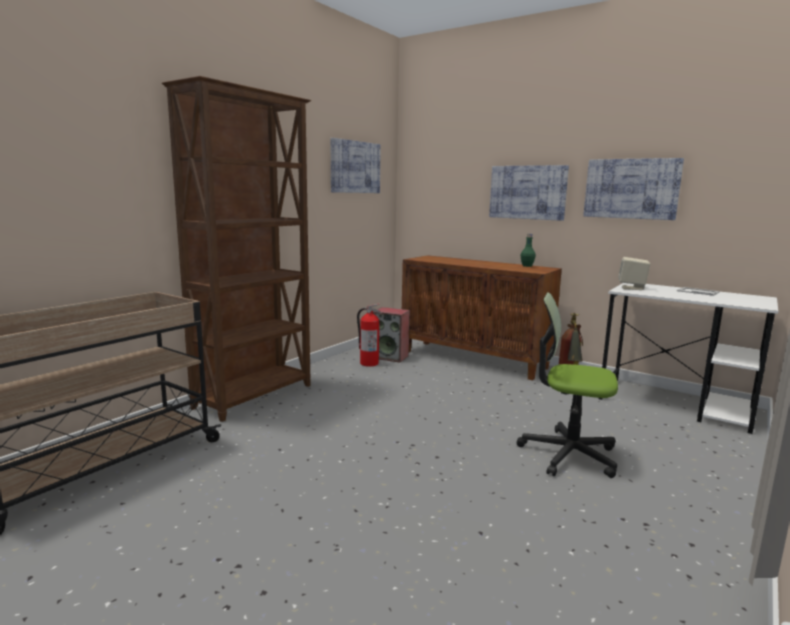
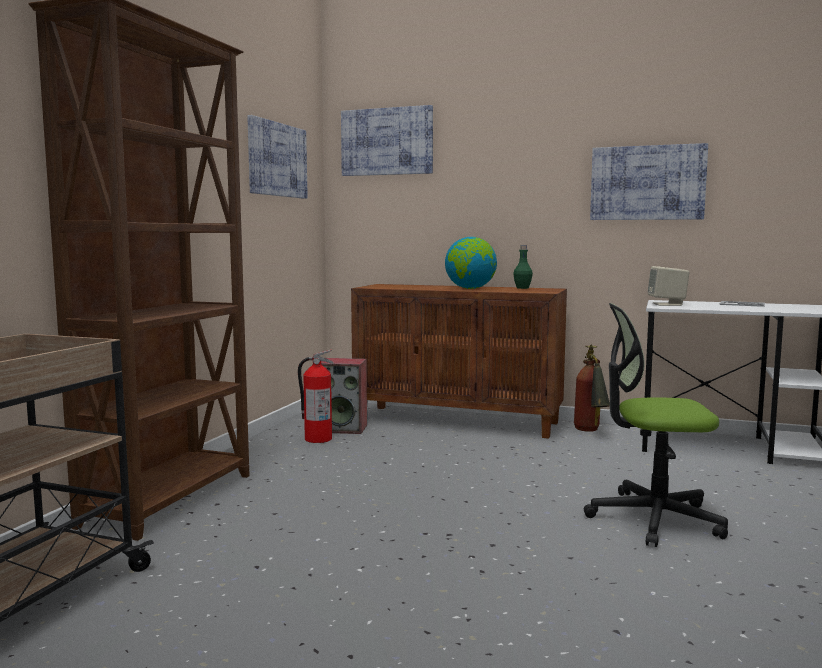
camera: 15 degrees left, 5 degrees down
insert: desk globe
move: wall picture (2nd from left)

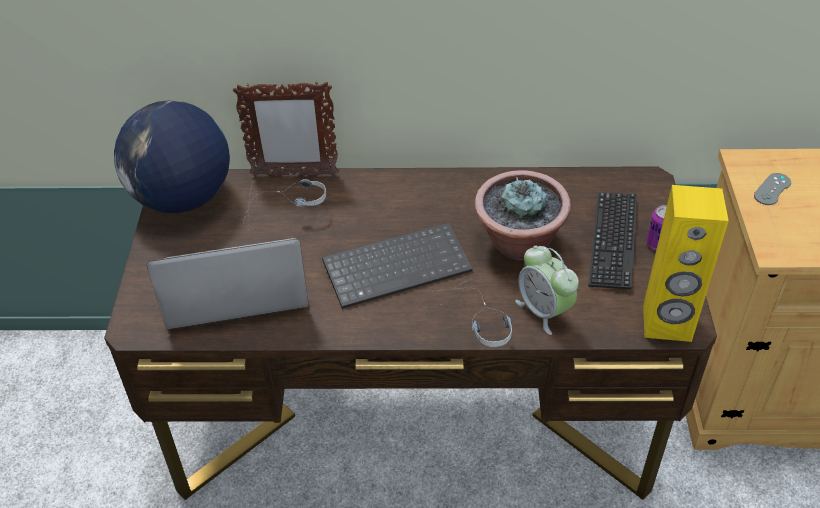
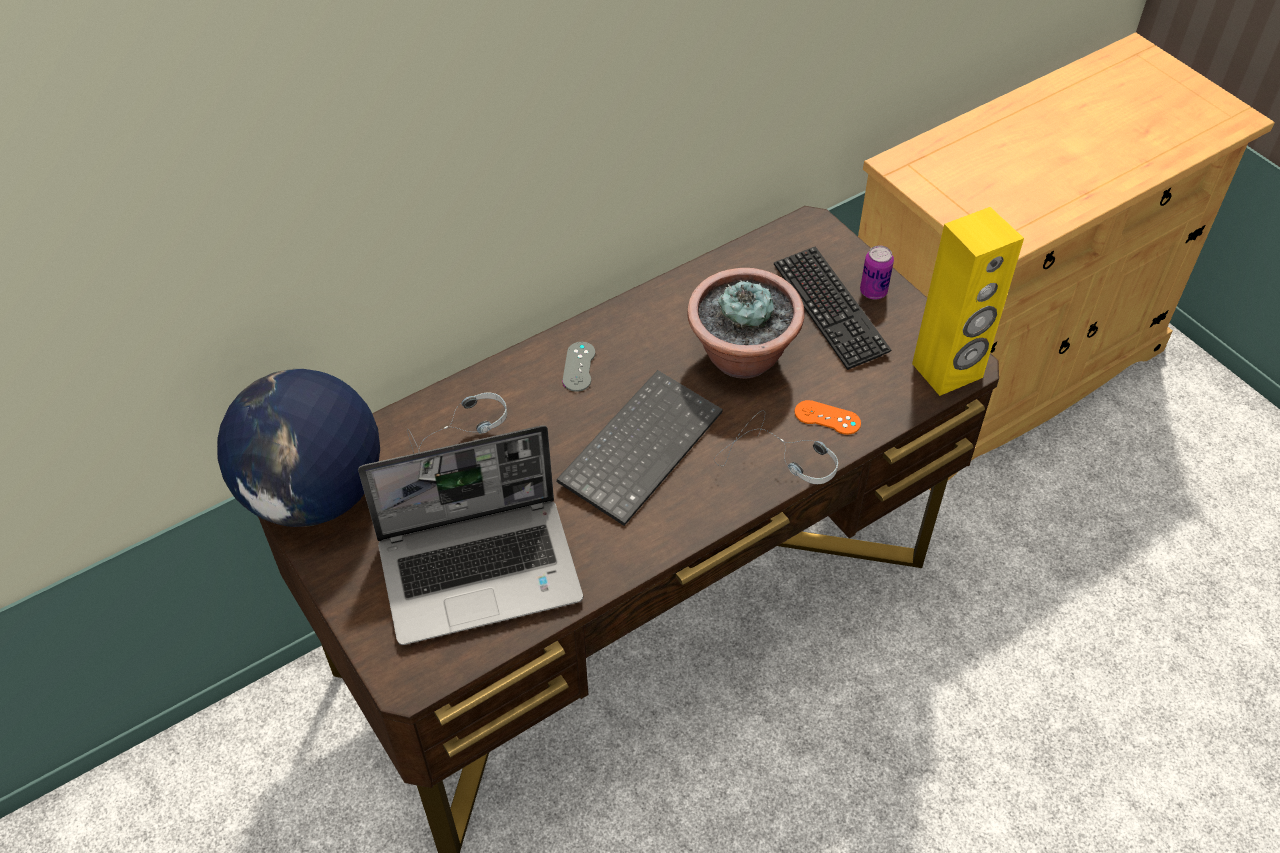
camera: 35 degrees left, 5 degrees up
delete: picture frame
move: grey gamepad
replace: alarm clock to orange-coloured gamepad
rotate: portable computer 150 degrees counterclockwise

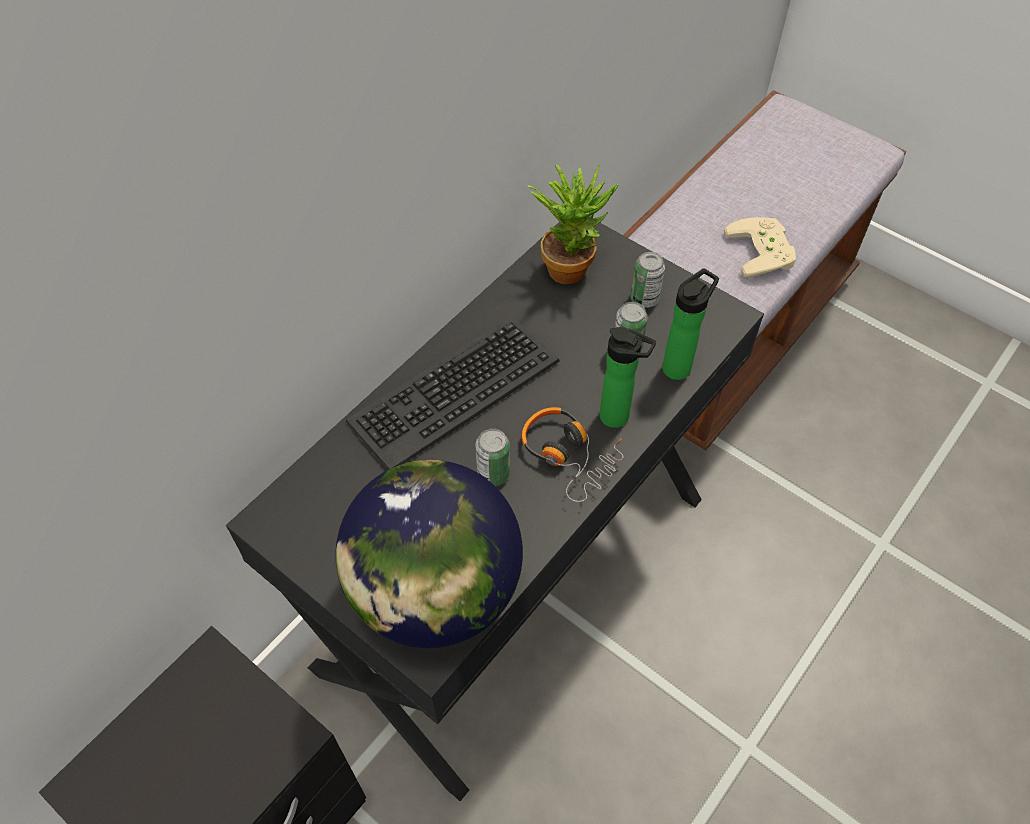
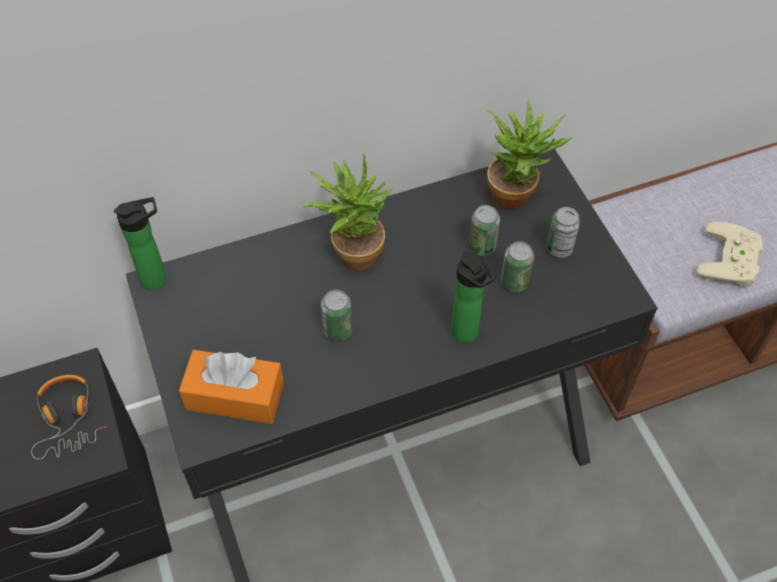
camera: 30 degrees right, 0 degrees up
insert: metal can (2nd from left)
move: headset; drink bottle (2nd from left in the first image) to drink bottle (1st from left)
replace: desk globe to orange-coloured box of tissues; computer keyboard to plant in a pot (1st from left)

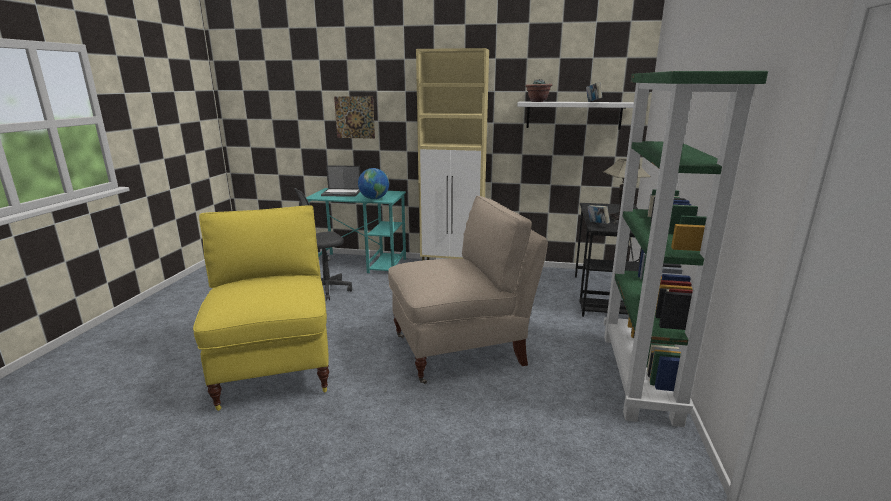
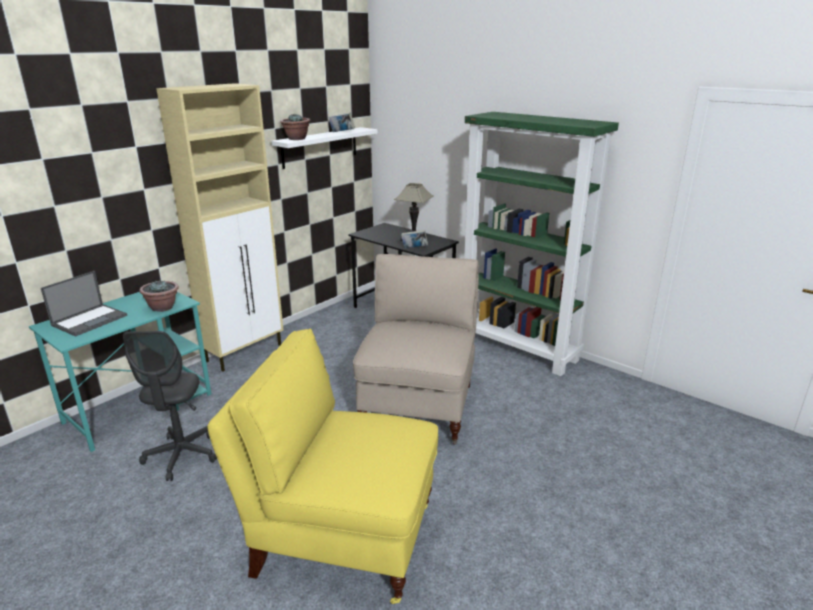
camera: 60 degrees left, 5 degrees up
delete: wall picture
replace: desk globe to plant in a pot (1st from left)

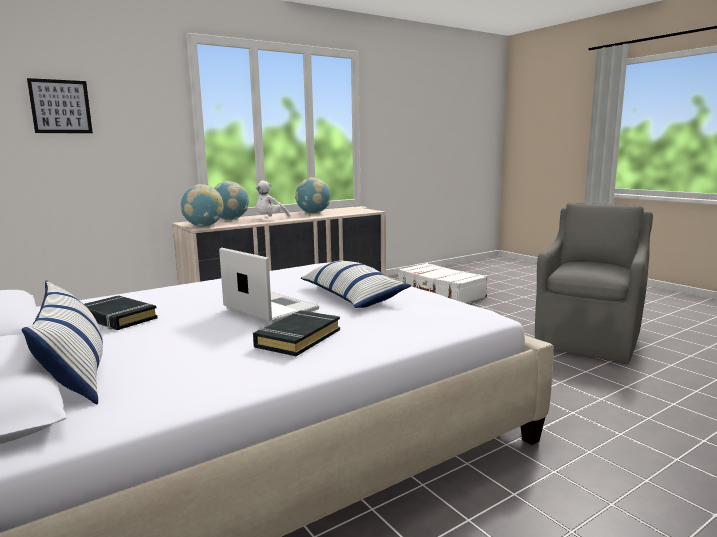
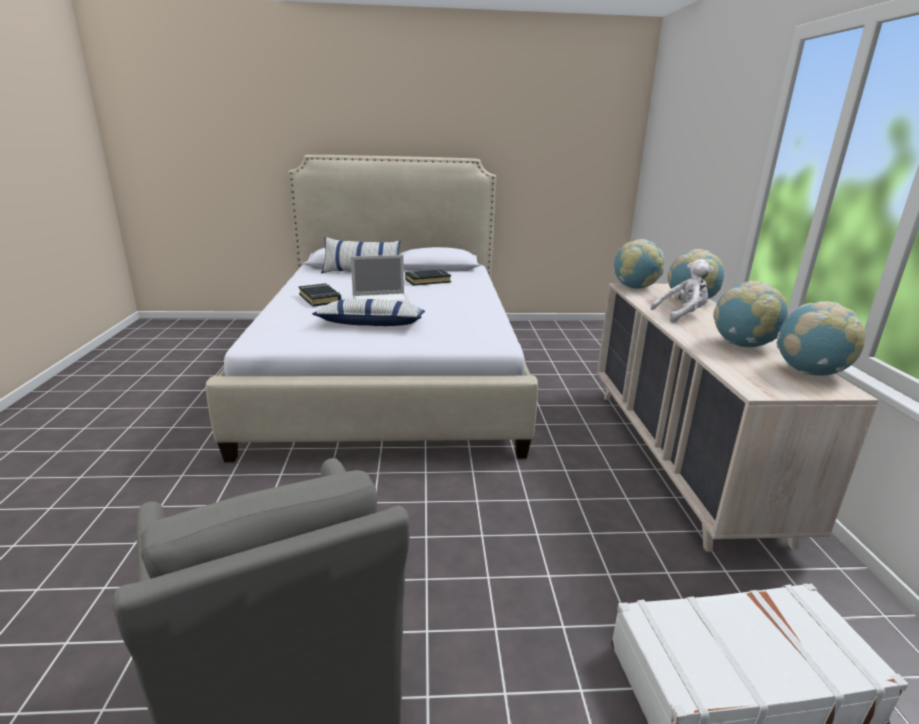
camera: 120 degrees right, 10 degrees up
delete: wall picture
insert: desk globe (4th from left)
rotate: whitish soft toy 105 degrees clockwise

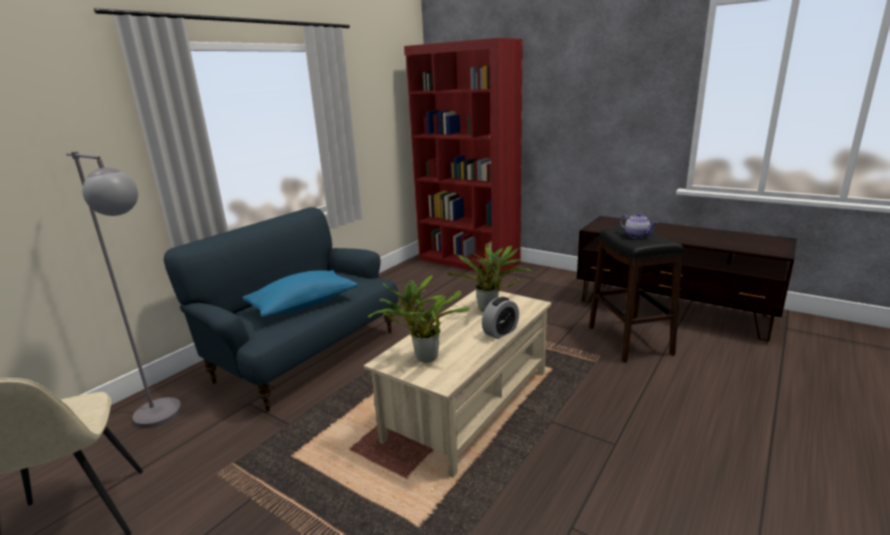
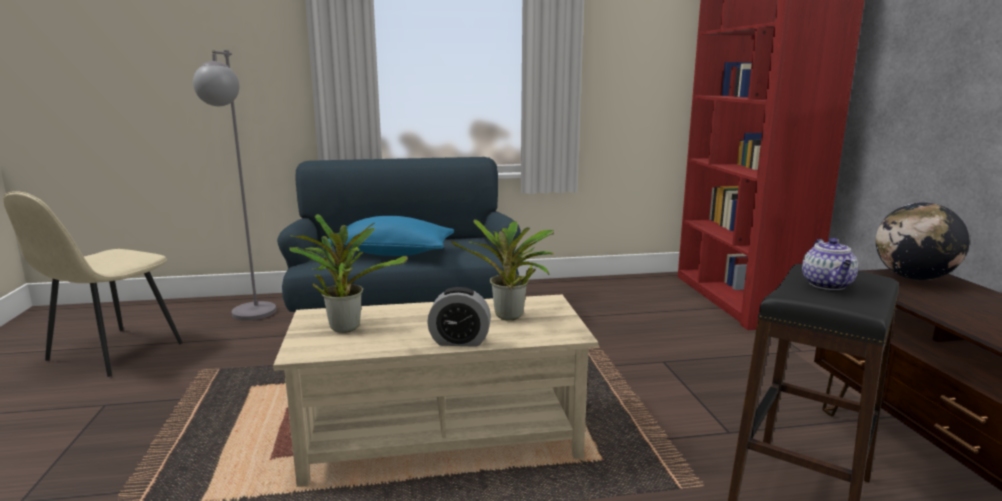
camera: 45 degrees right, 5 degrees down
insert: desk globe

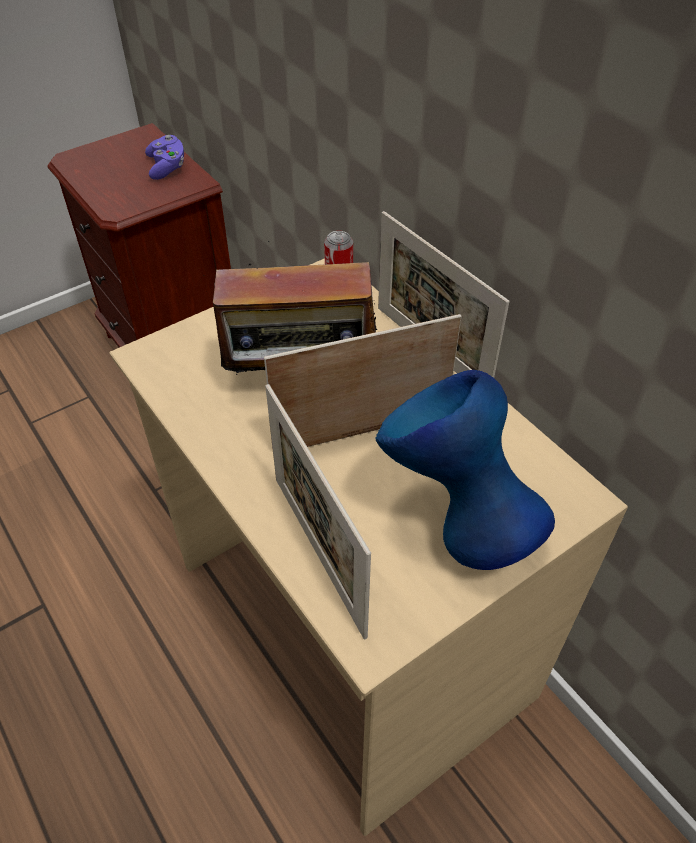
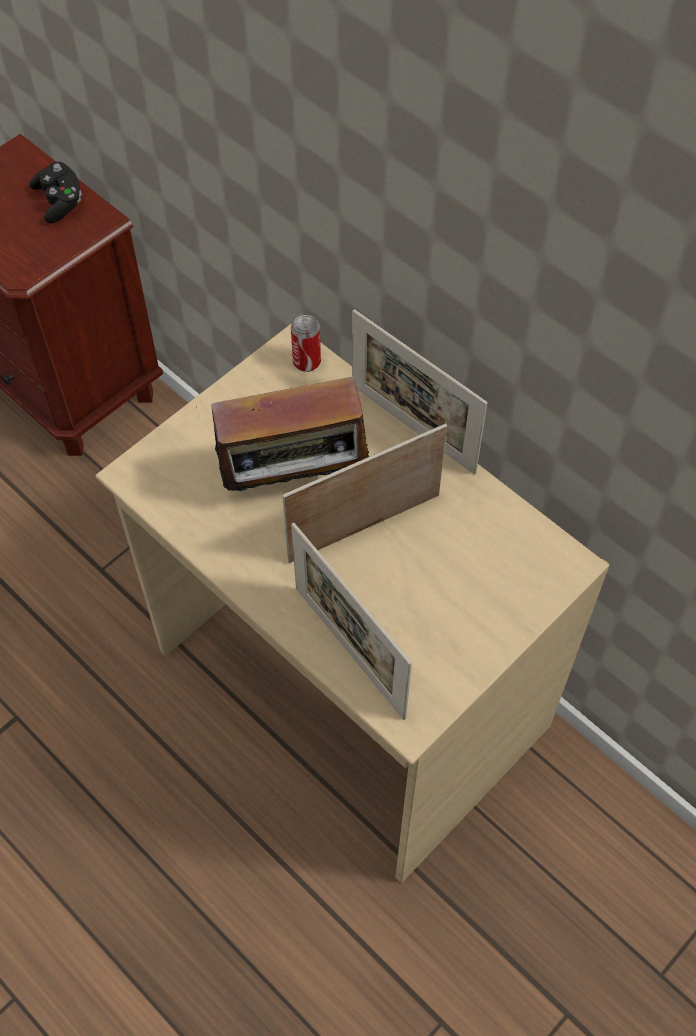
camera: 10 degrees left, 10 degrees up
delete: bluish flower vase
recolor: purplish gamepad to black gamepad

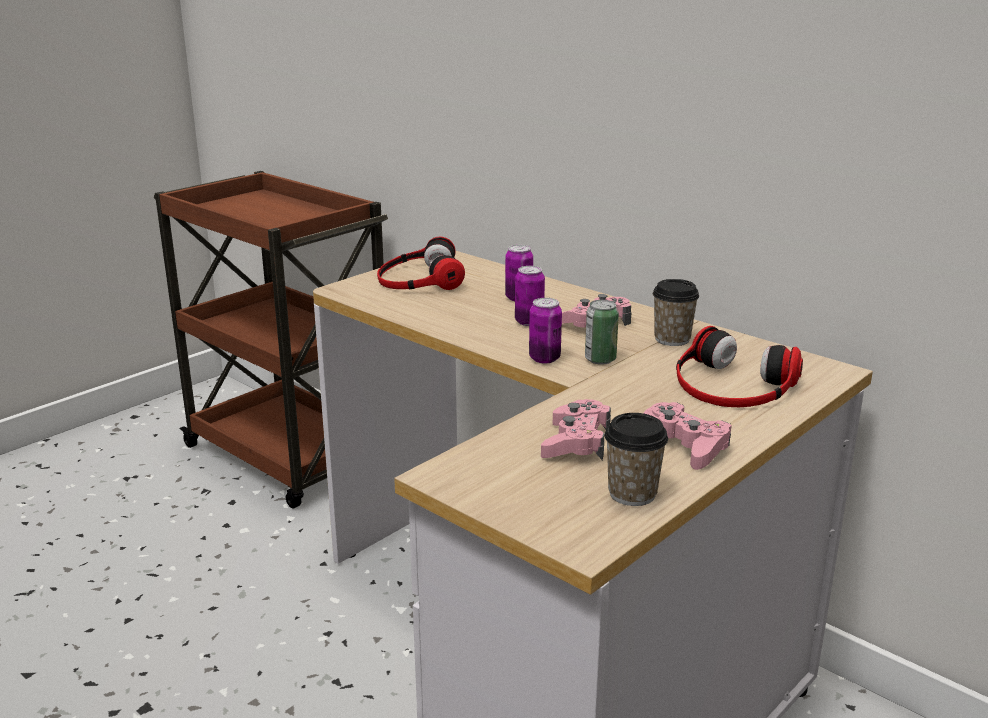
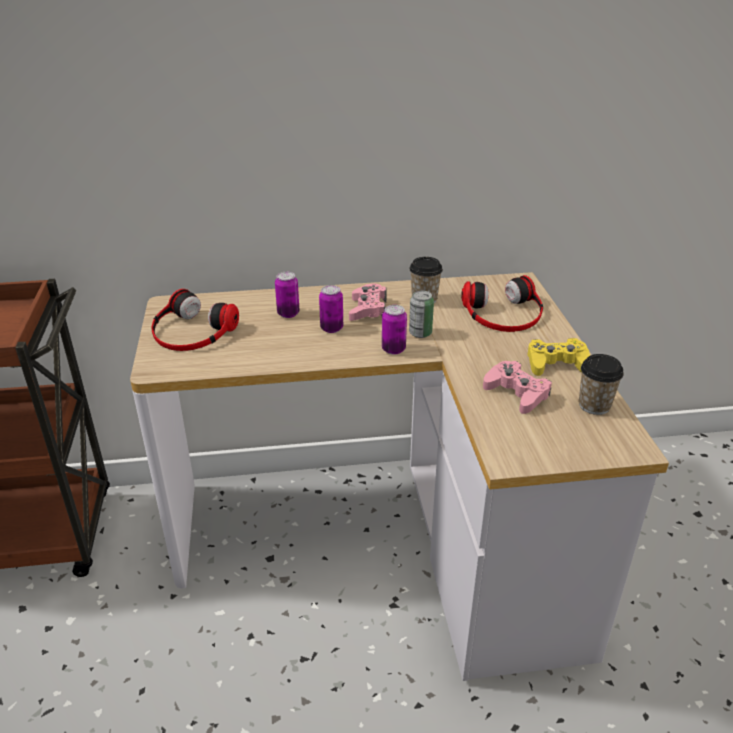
camera: 50 degrees left, 10 degrees up
recolor: pink gamepad (3rd from left) to yellow-coloured gamepad

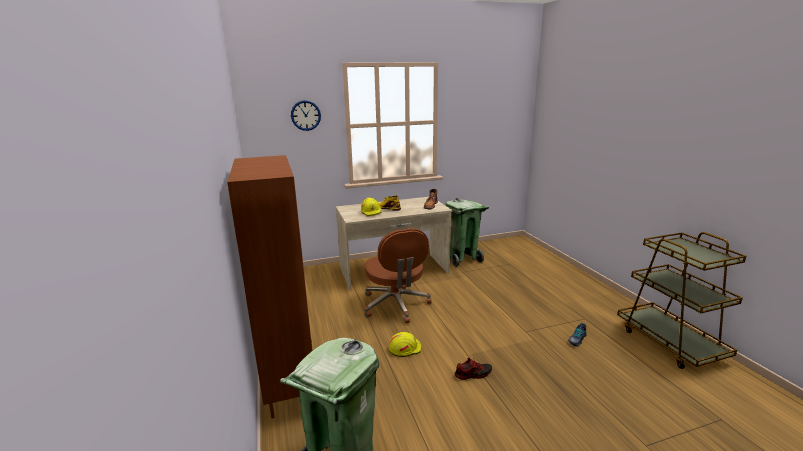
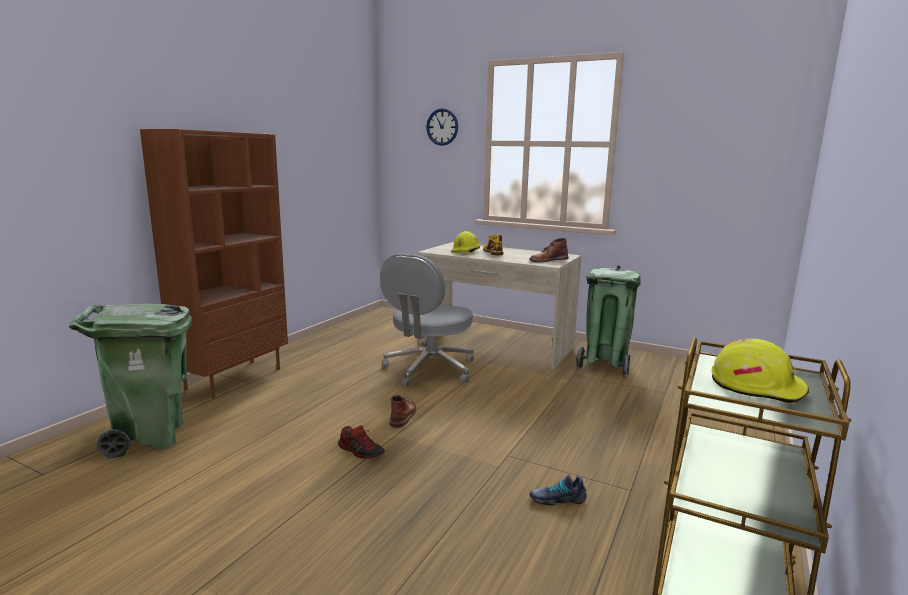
camera: 45 degrees right, 5 degrees down
insert: brownish boot (1st from left)
move: yellow-coloured hard hat (2nd from left)
recolor: brownish computer chair to grey computer chair

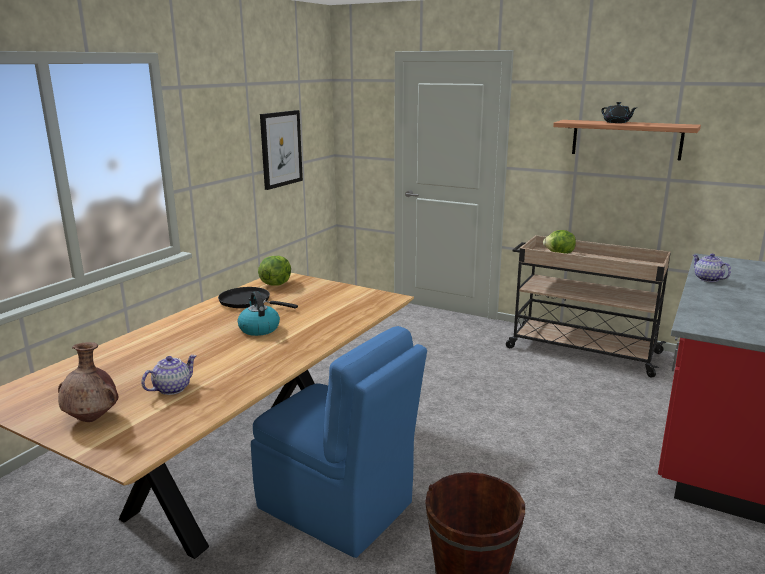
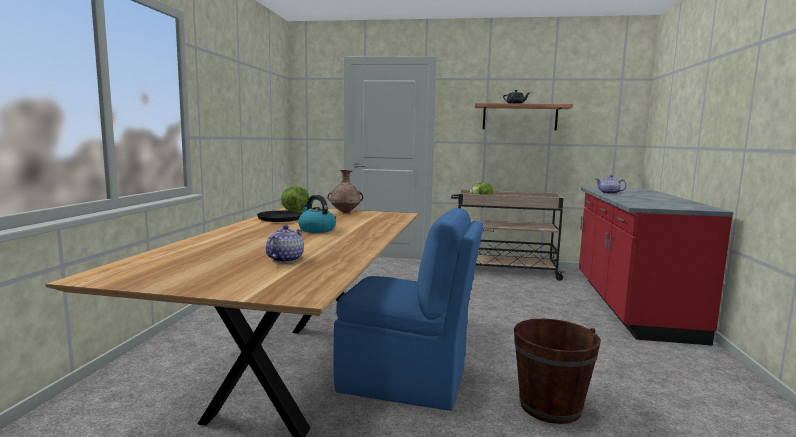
camera: 20 degrees left, 10 degrees down
delete: wall picture
move: brownish flower vase

